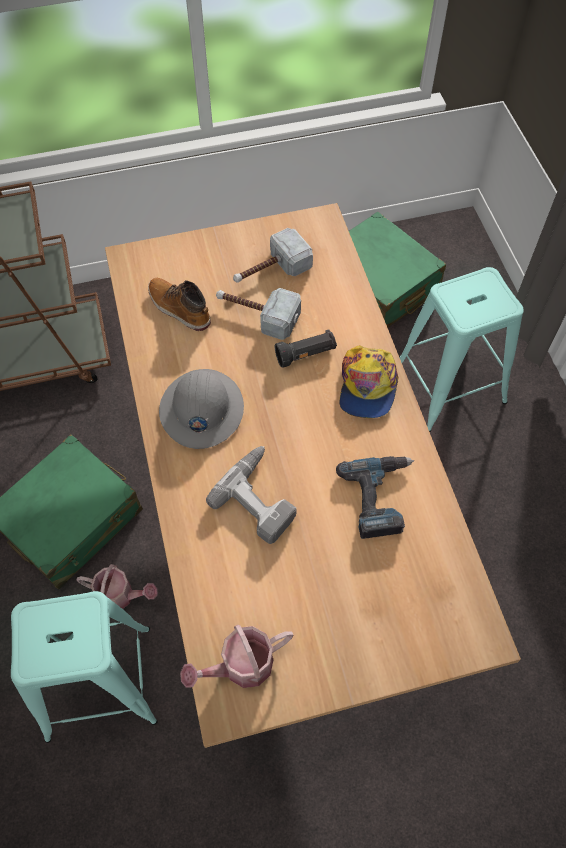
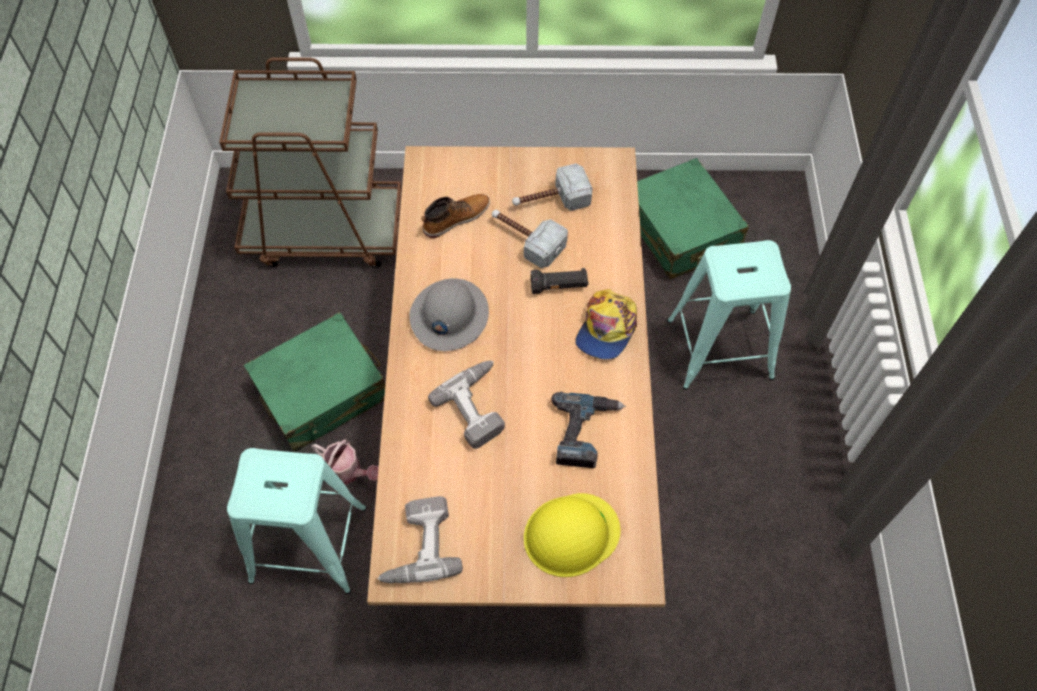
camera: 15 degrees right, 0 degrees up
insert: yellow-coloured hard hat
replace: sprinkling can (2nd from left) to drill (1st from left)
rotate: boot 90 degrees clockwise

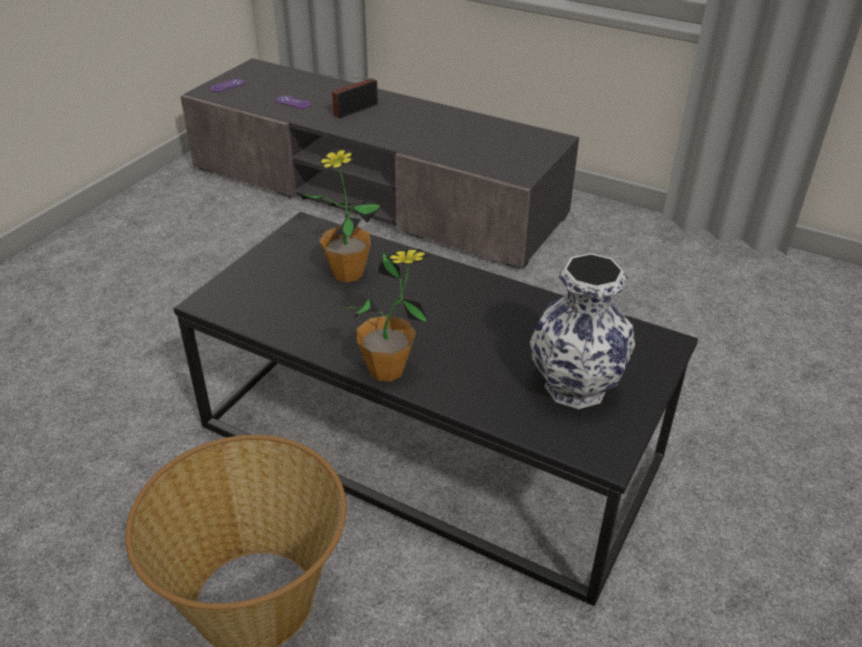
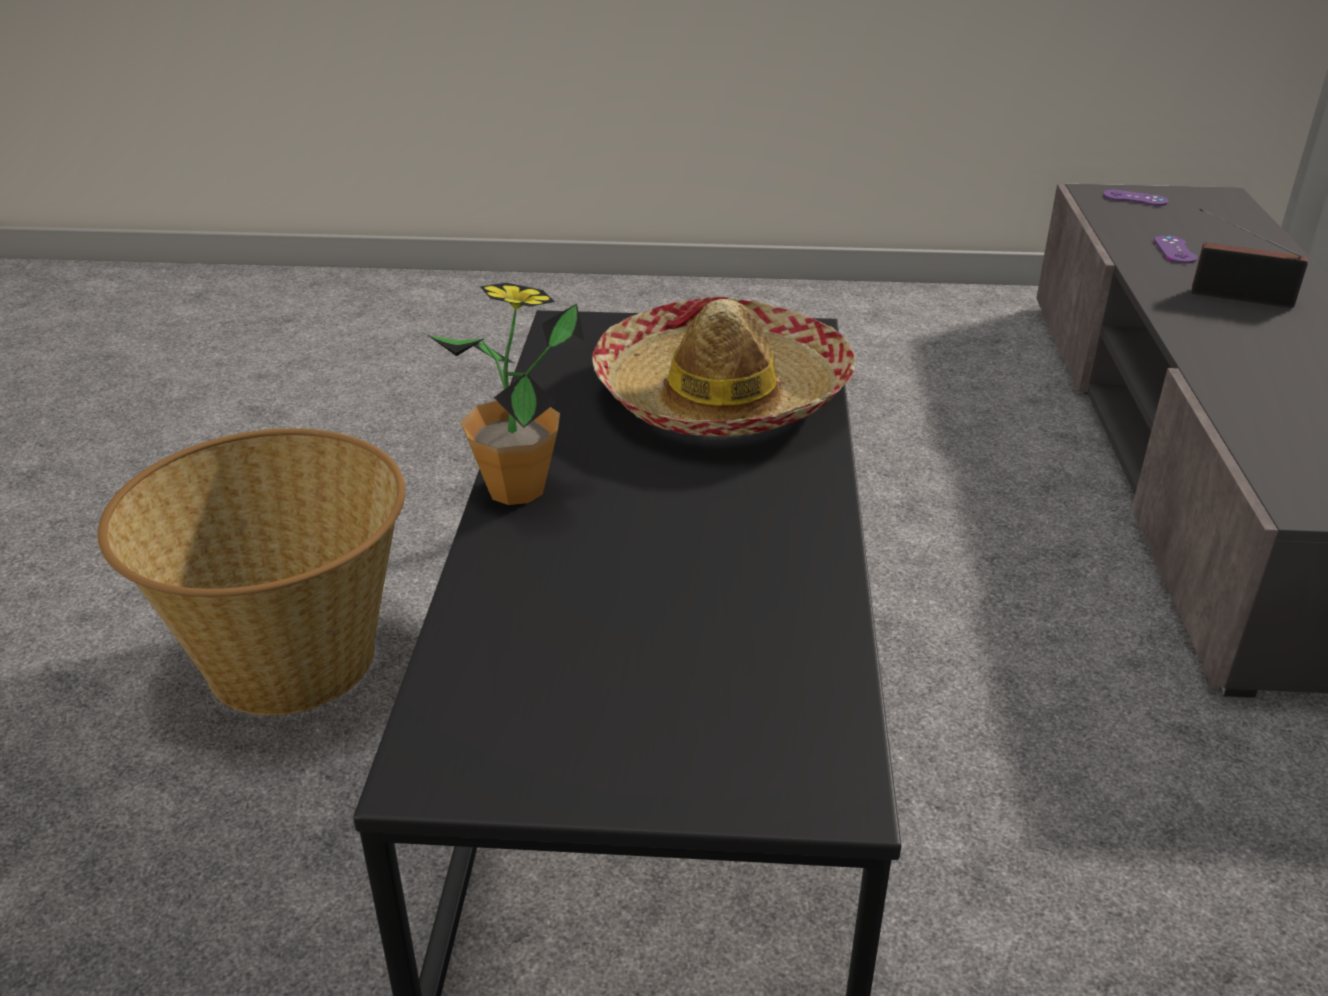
camera: 65 degrees right, 5 degrees down
delete: flower vase
replace: plant in a pot (1st from left) to clothing hat

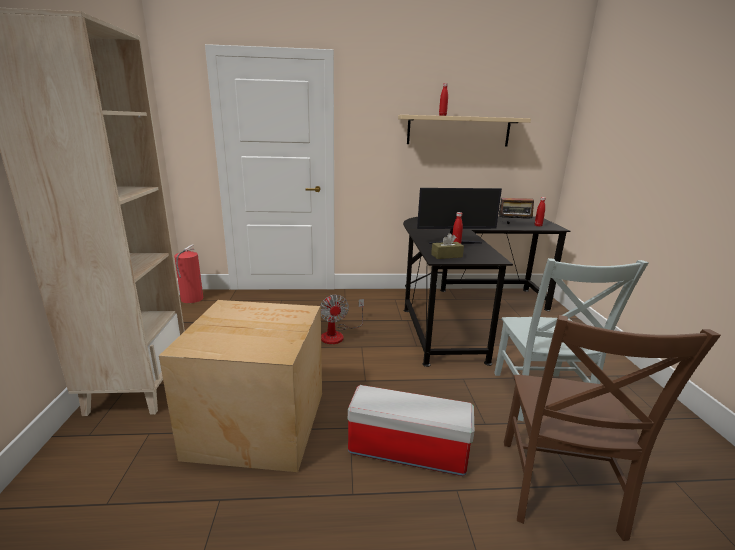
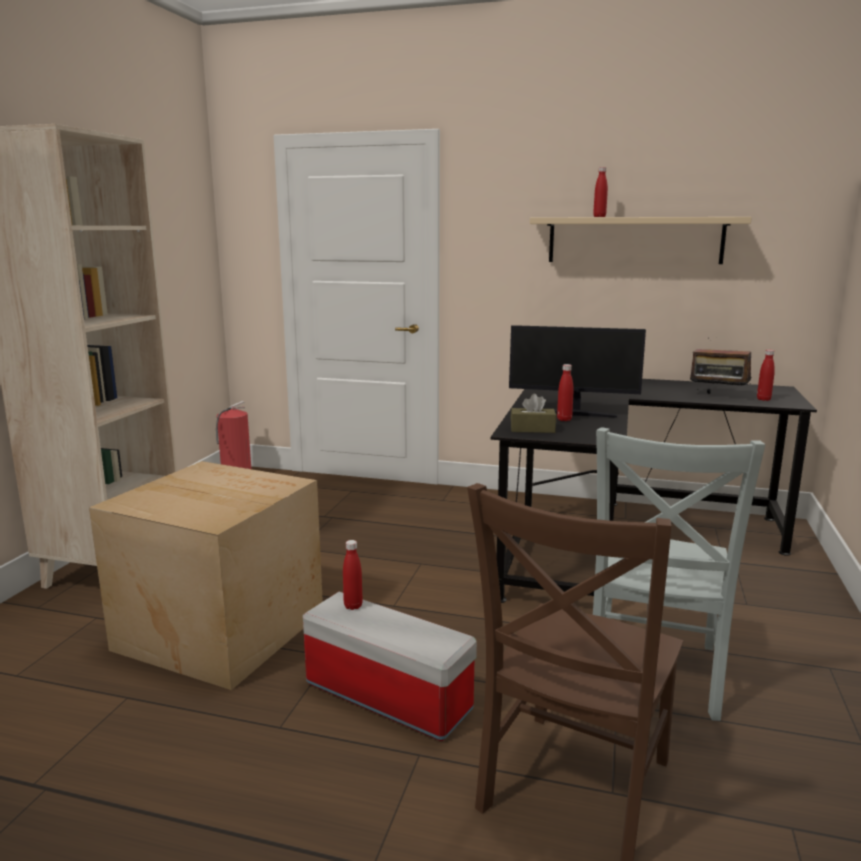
camera: 20 degrees right, 5 degrees down
delete: cooling fan
insert: red drink bottle (1st from left)

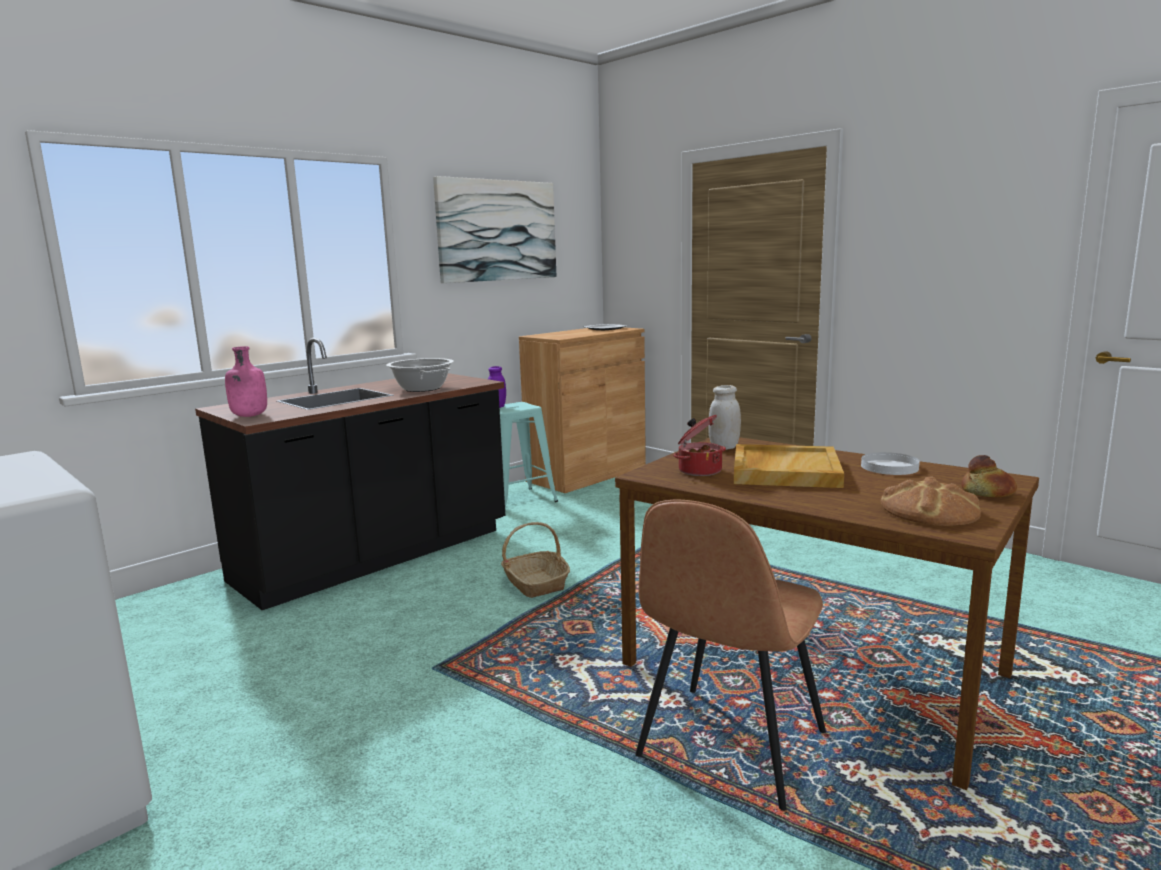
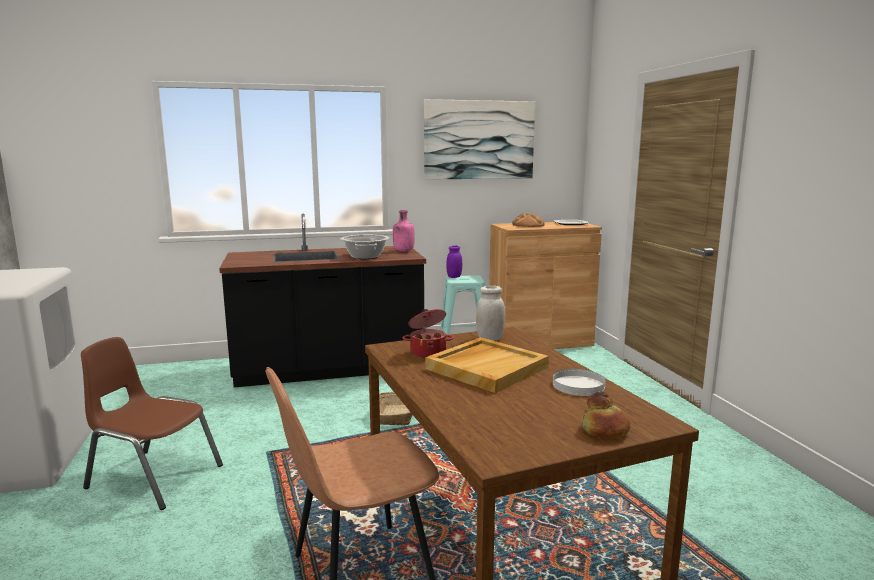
camera: 30 degrees right, 0 degrees up
insert: brownish chair (1st from left)
move: pink drink bottle; bakery bread (1st from left)

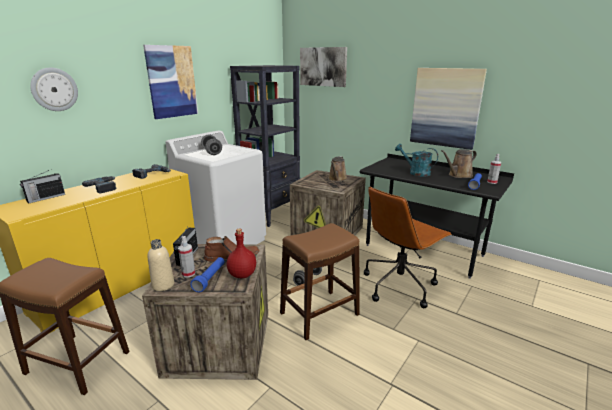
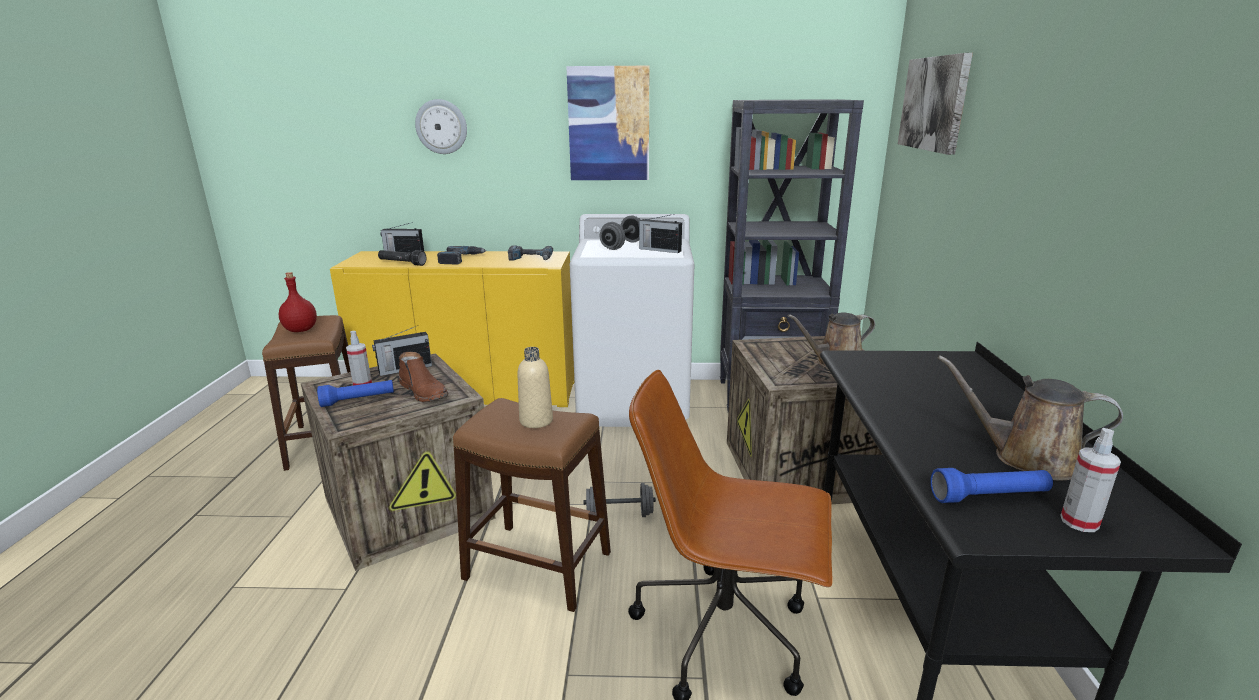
camera: 55 degrees right, 0 degrees up
delete: turquoise sprinkling can; wall picture (3rd from left)
insert: black flashlight; radio set (3rd from left)
move: red drink bottle; beige-coloured drink bottle

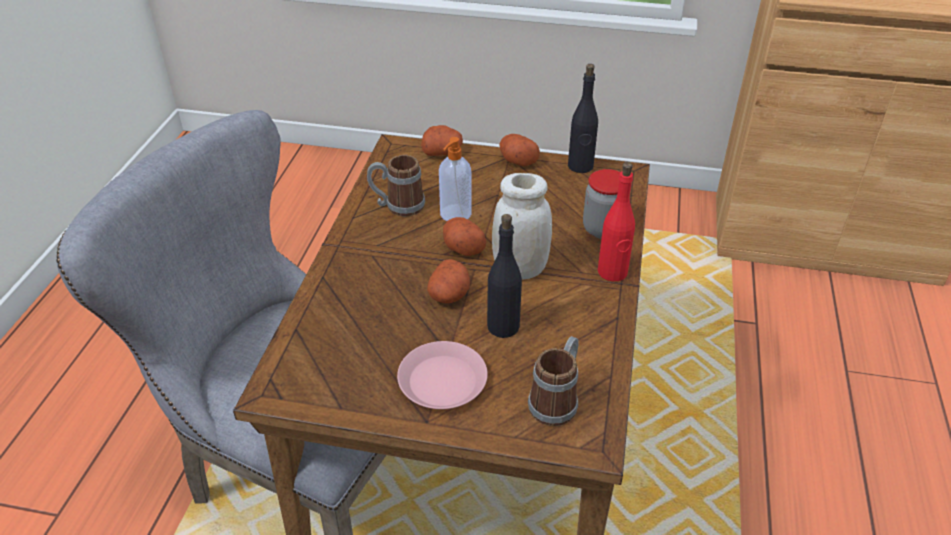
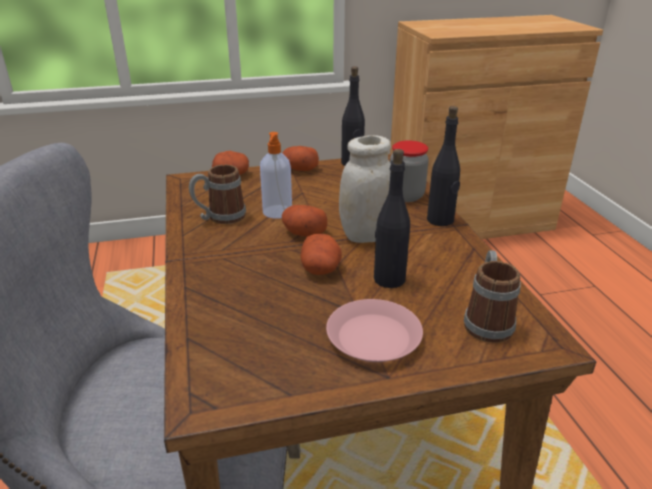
camera: 25 degrees left, 10 degrees down
recolor: red drink bottle to black drink bottle (3rd from left)

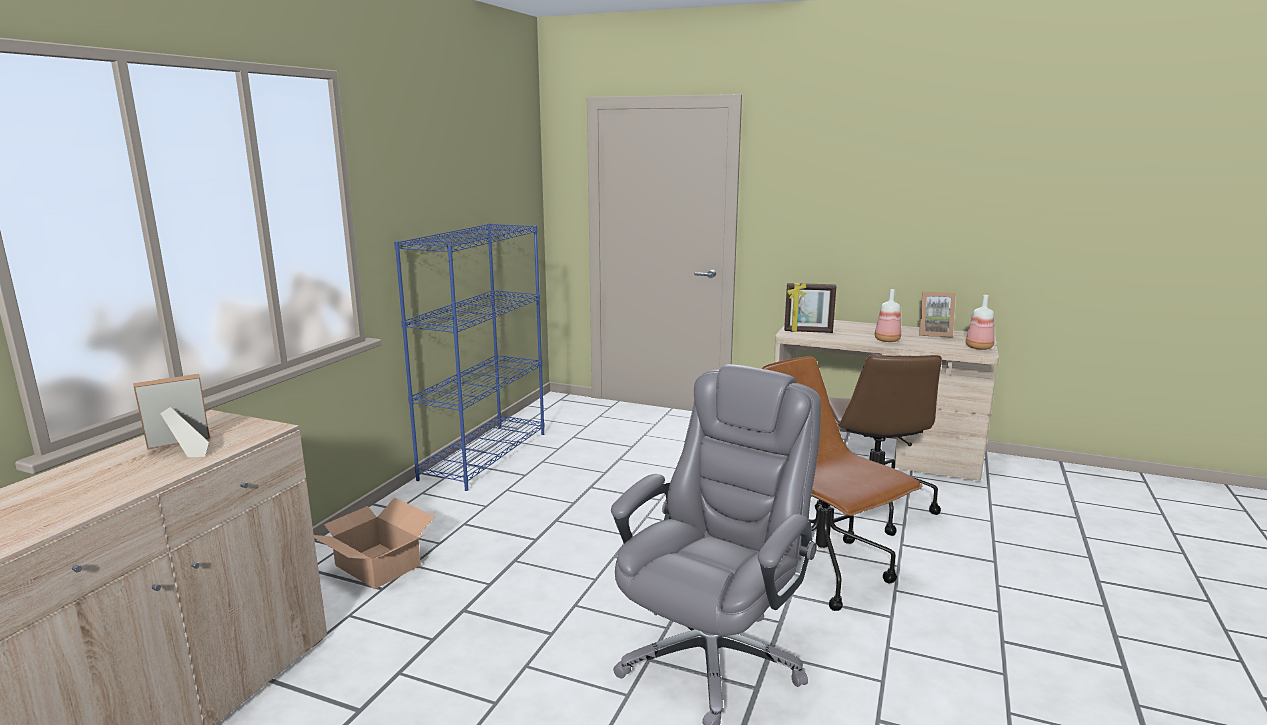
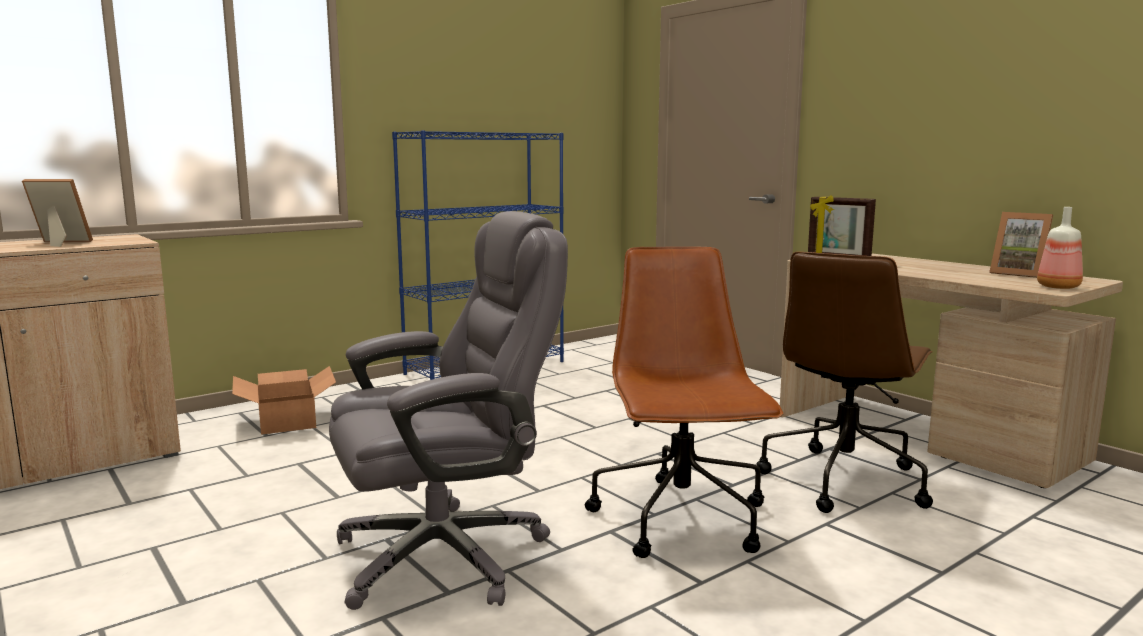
camera: 30 degrees right, 5 degrees down
delete: drink bottle (1st from left)

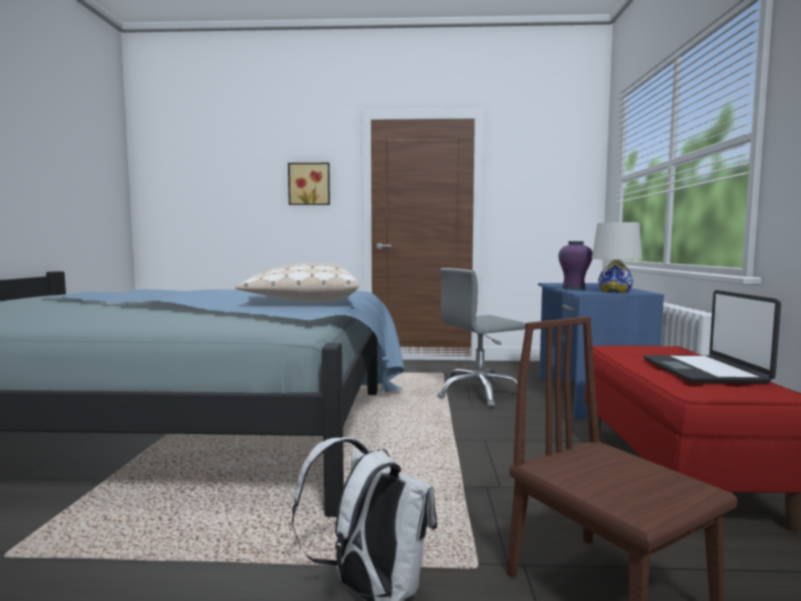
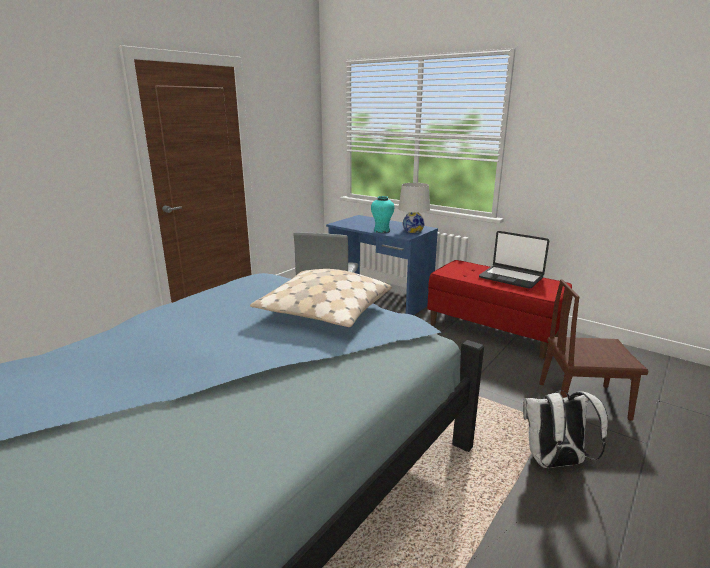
camera: 55 degrees left, 15 degrees up
delete: wall picture
recolor: purplish flower vase to turquoise flower vase

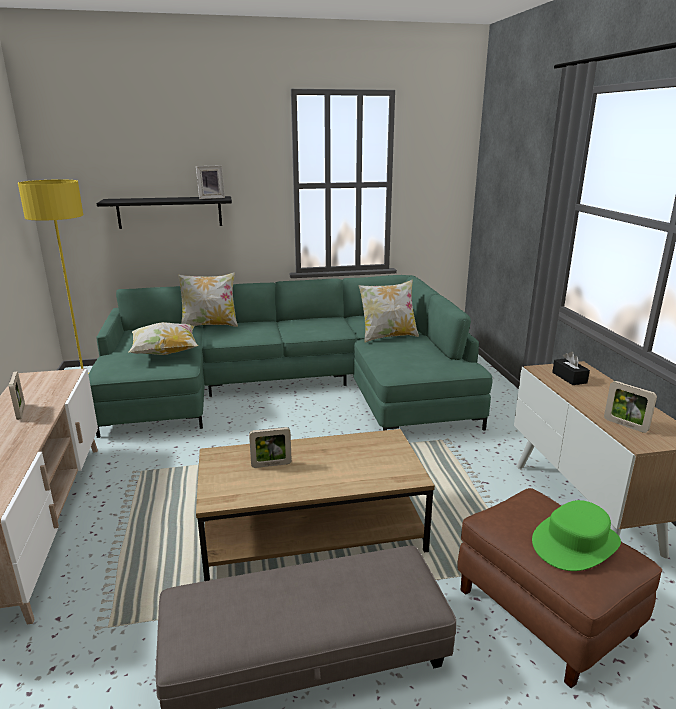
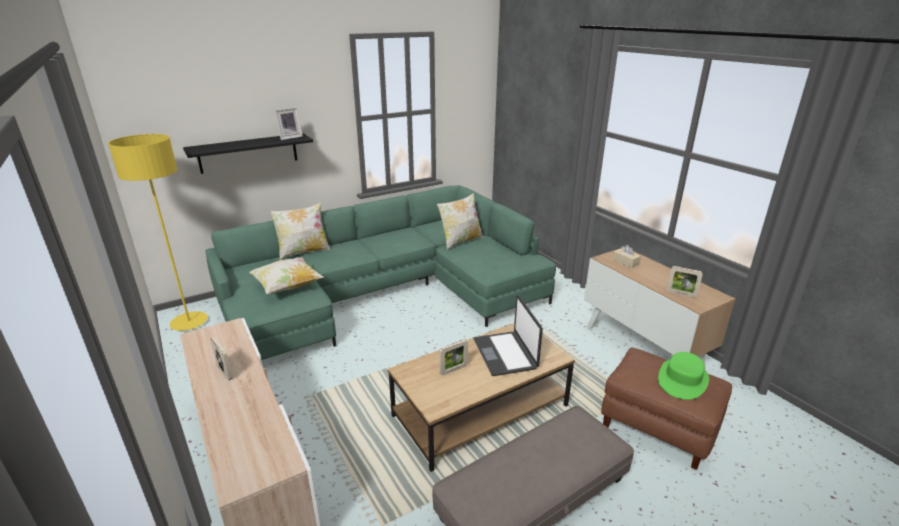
camera: 20 degrees left, 5 degrees up
insert: portable computer
recolor: black box of tissues to beige-coloured box of tissues

